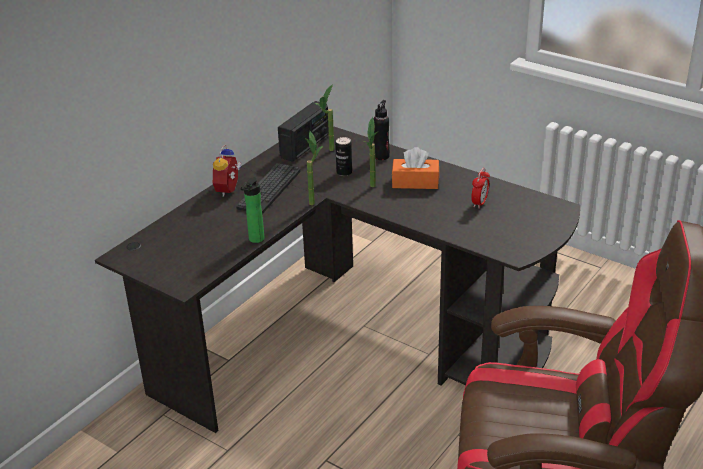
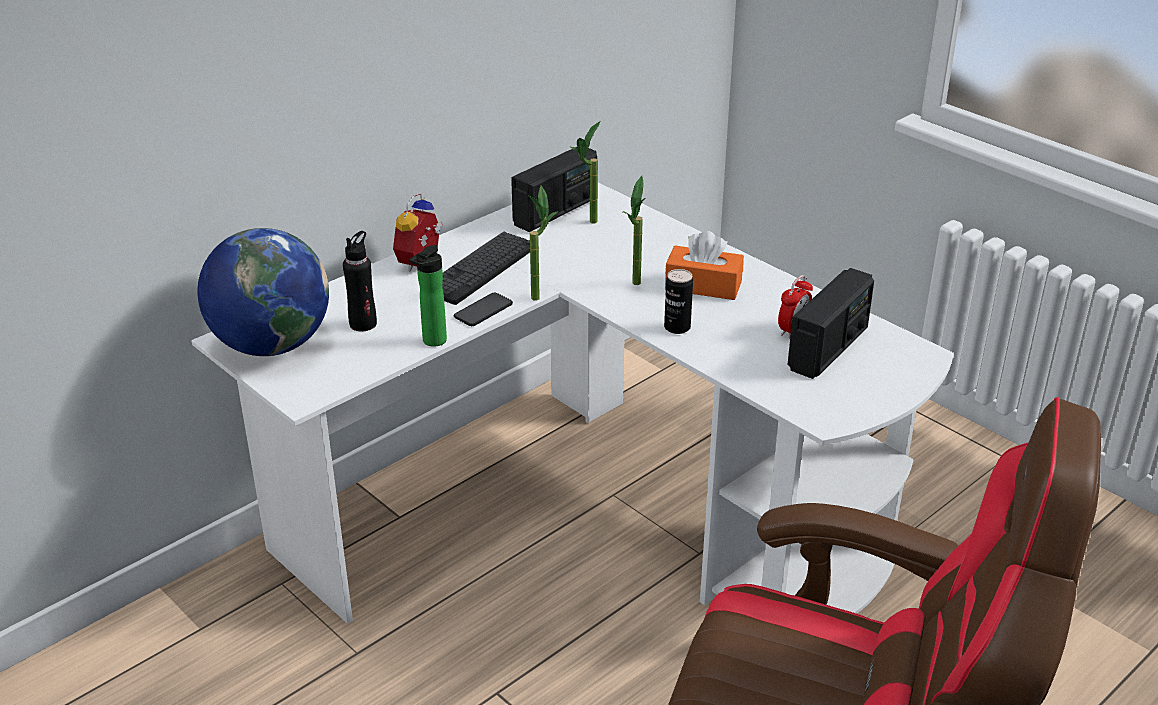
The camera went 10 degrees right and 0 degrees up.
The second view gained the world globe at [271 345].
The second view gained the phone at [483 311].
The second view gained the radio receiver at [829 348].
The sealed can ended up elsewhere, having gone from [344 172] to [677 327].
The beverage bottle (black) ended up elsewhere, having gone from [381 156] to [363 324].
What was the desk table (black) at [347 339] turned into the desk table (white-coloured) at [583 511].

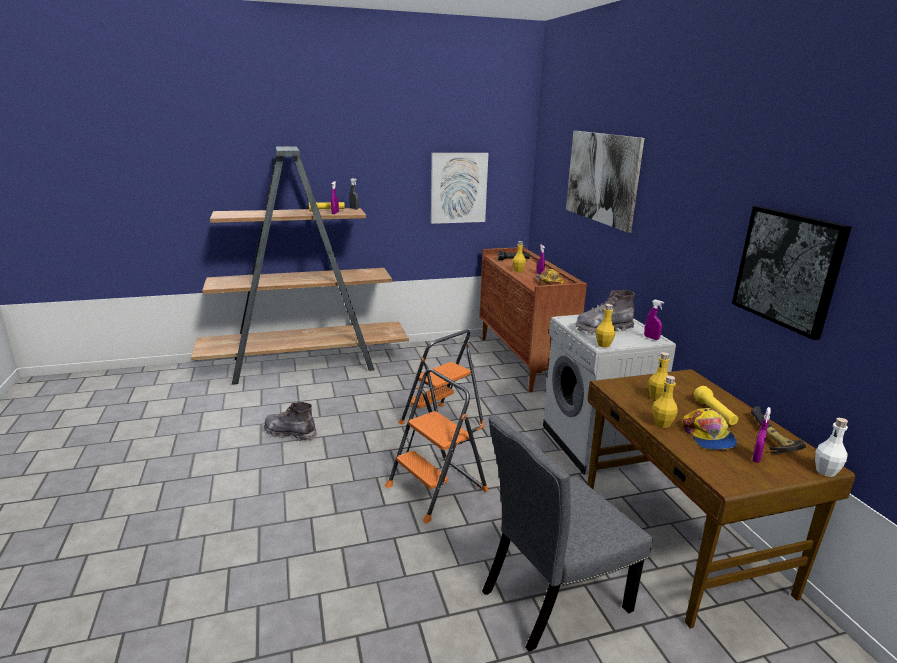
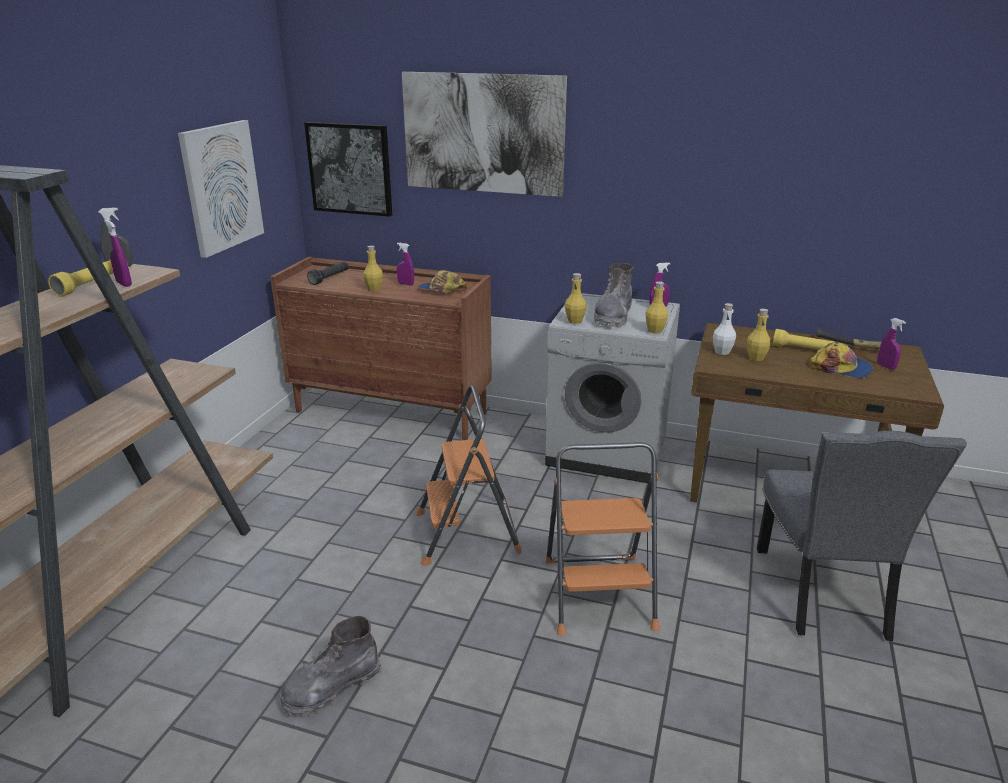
The camera went 55 degrees left and 5 degrees up.
The beverage bottle (yellowish) ended up elsewhere, having gone from [662 424] to [574 321].
The picture ended up elsewhere, having gone from [788 269] to [350 168].
The beverage bottle (white-coloured) ended up elsewhere, having gone from [825 471] to [722 352].

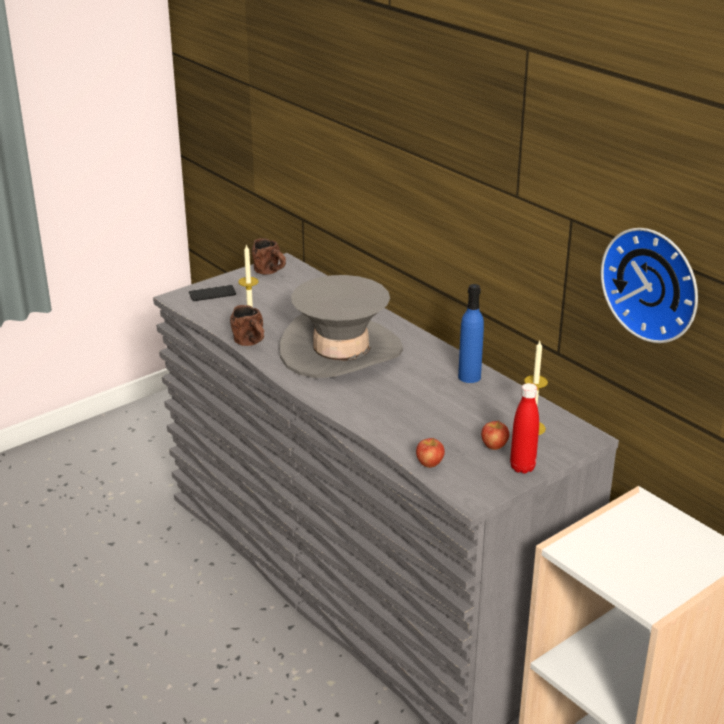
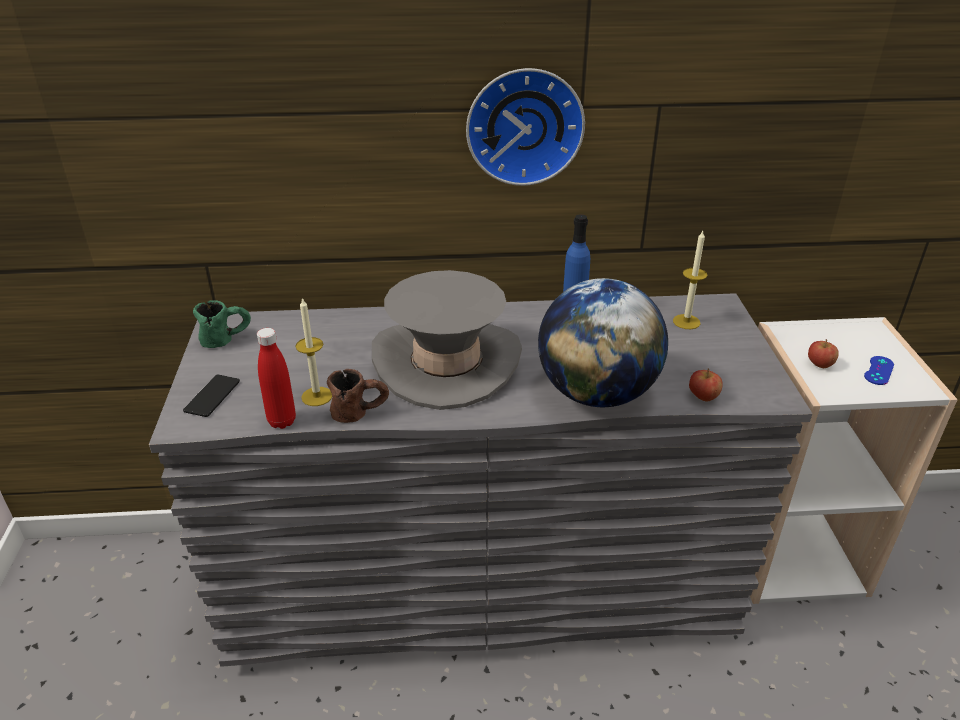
The camera went 55 degrees left and 5 degrees up.
The second view gained the world globe at [597 394].
The second view gained the gamepad (blue-coloured) at [879 370].
The whole apple ended up elsewhere, having gone from [494 446] to [819 365].
The beverage bottle (red) ended up elsewhere, having gone from [522 467] to [282 421].
The wall clock ended up elsewhere, having gone from [654 283] to [524 125].
What was the mug (brown-coloured) at [271 272] turned into the mug (greenish) at [227 339].

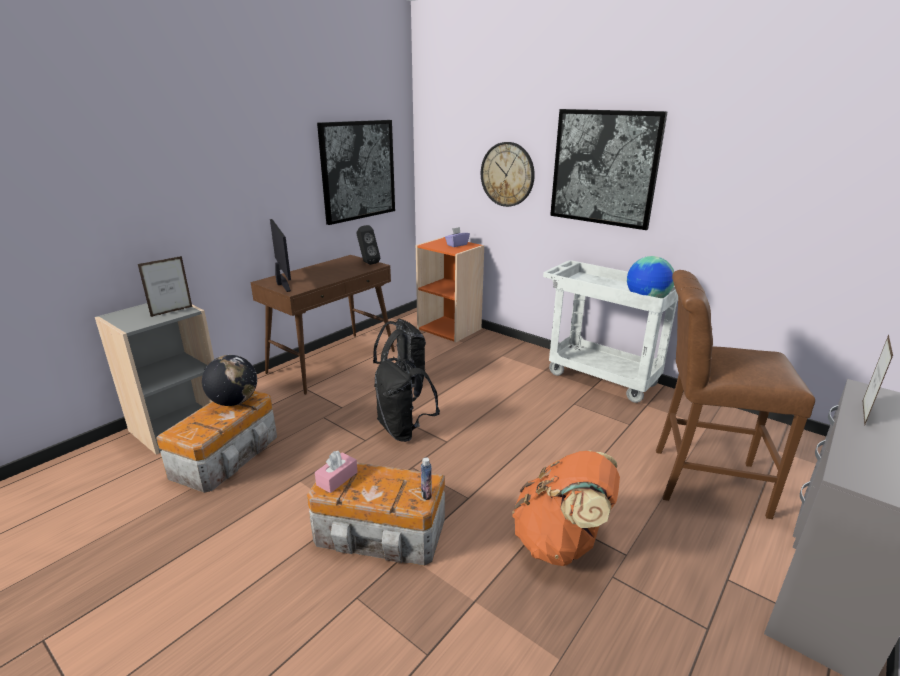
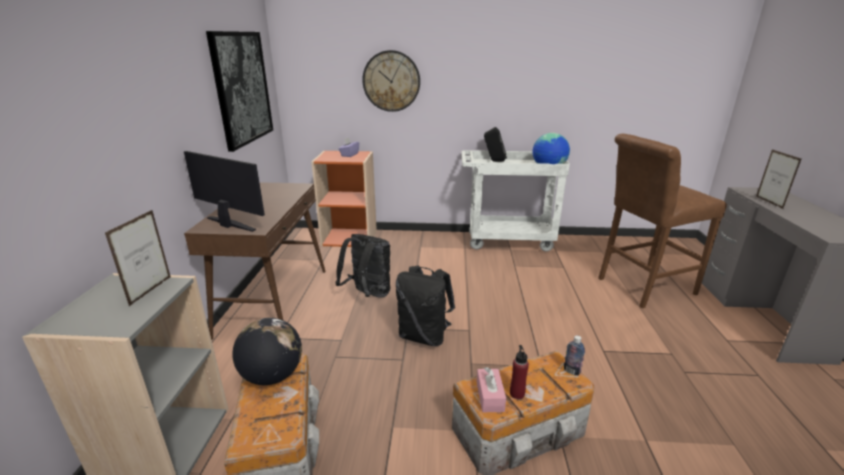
The camera went 35 degrees left and 0 degrees up.
The second view lost the knapsack (orange) at [561 542].
The second view lost the picture at [604 168].
The second view gained the beverage bottle (red) at [517 393].
The audio speaker (black) ended up elsewhere, having gone from [367 263] to [494 161].

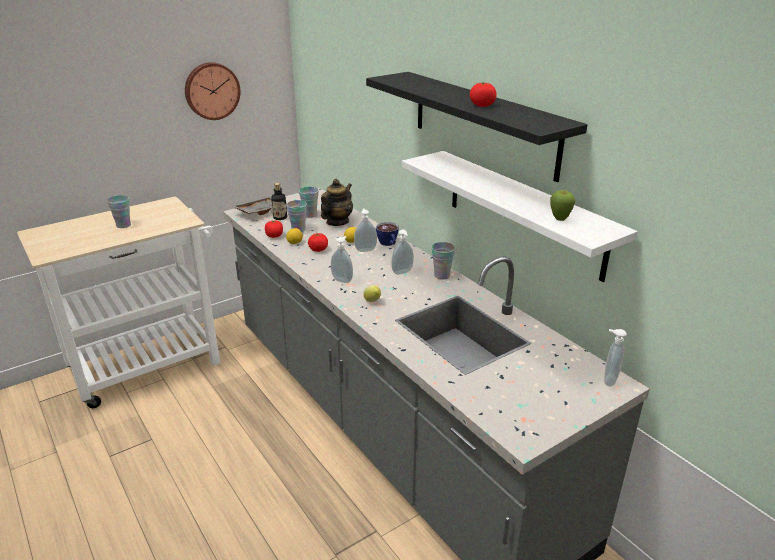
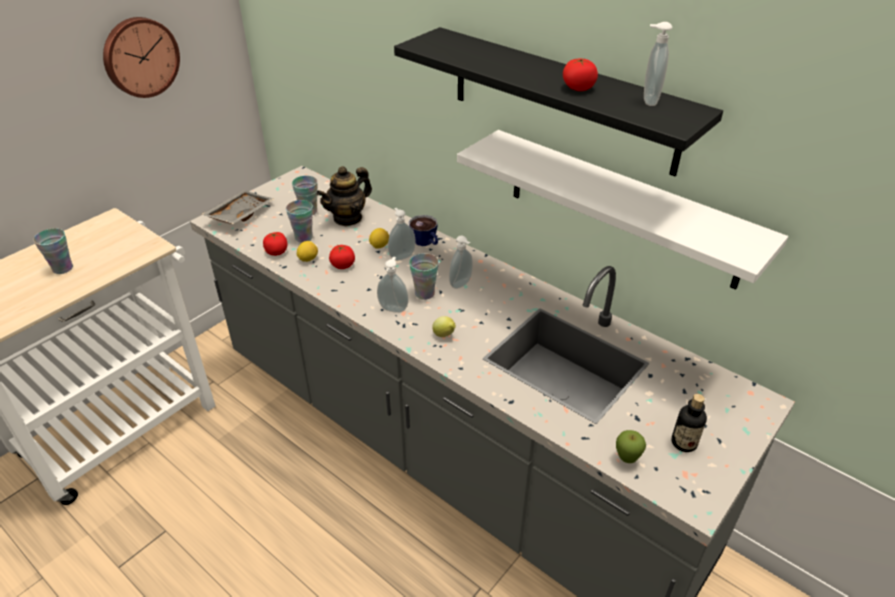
The camera went 15 degrees left and 10 degrees up.
The beverage bottle ended up elsewhere, having gone from [280 217] to [684 443].
The drinking cup ended up elsewhere, having gone from [442 275] to [424 293].
The whole apple ended up elsewhere, having gone from [559 220] to [626 459].
The liquid soap bottle ended up elsewhere, having gone from [608 380] to [648 100].
The teapot at [337 222] ended up facing another way, 150 degrees counterclockwise from before.

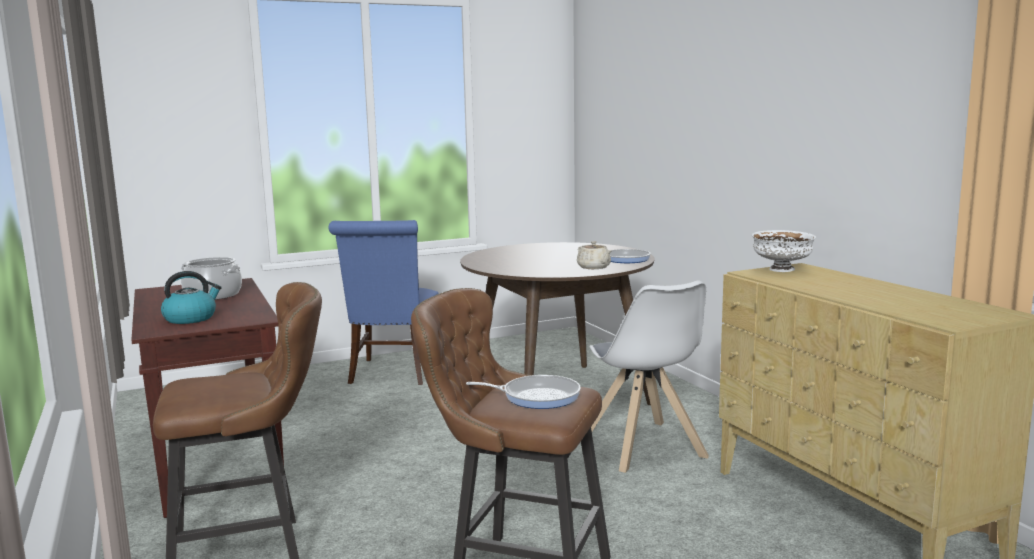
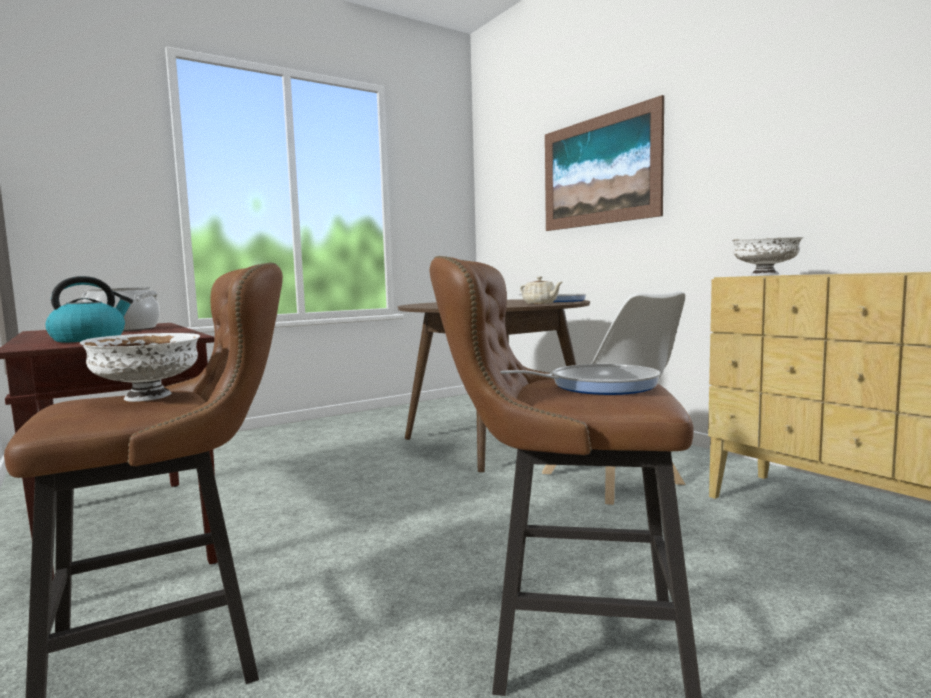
The camera went 10 degrees left and 5 degrees down.
The second view lost the chair (blue-coloured) at [393 374].
The second view gained the deep dish (white-coloured) at [149 397].
The second view gained the picture at [599 171].

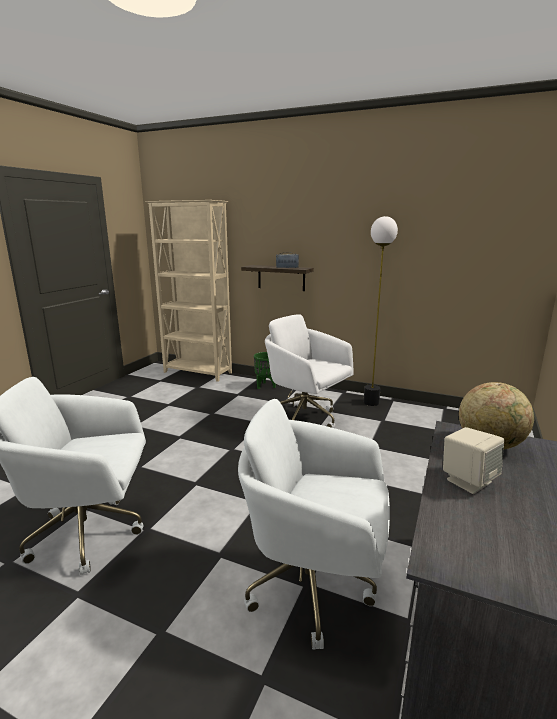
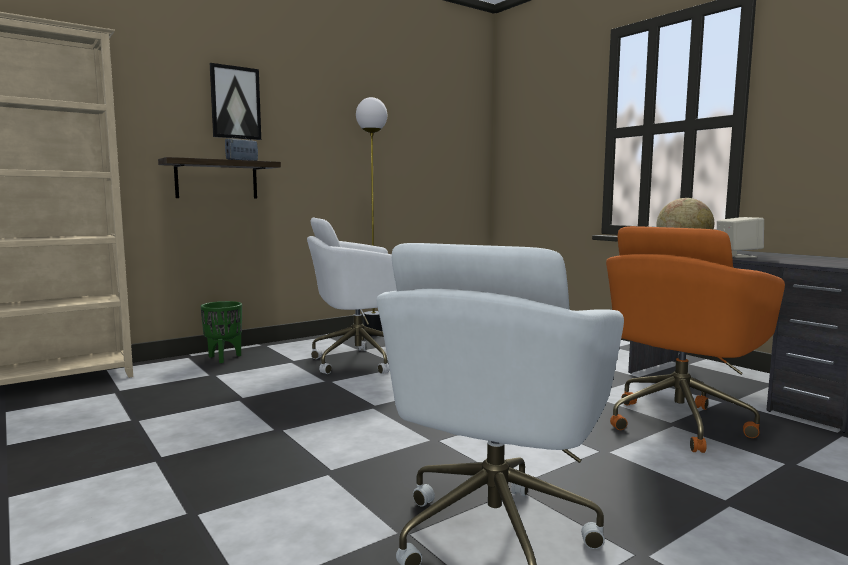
The camera went 60 degrees left and 10 degrees down.
The second view gained the picture at [235 103].
What was the computer chair (white-coloured) at [315 590] turned into the computer chair (orange) at [680 422].

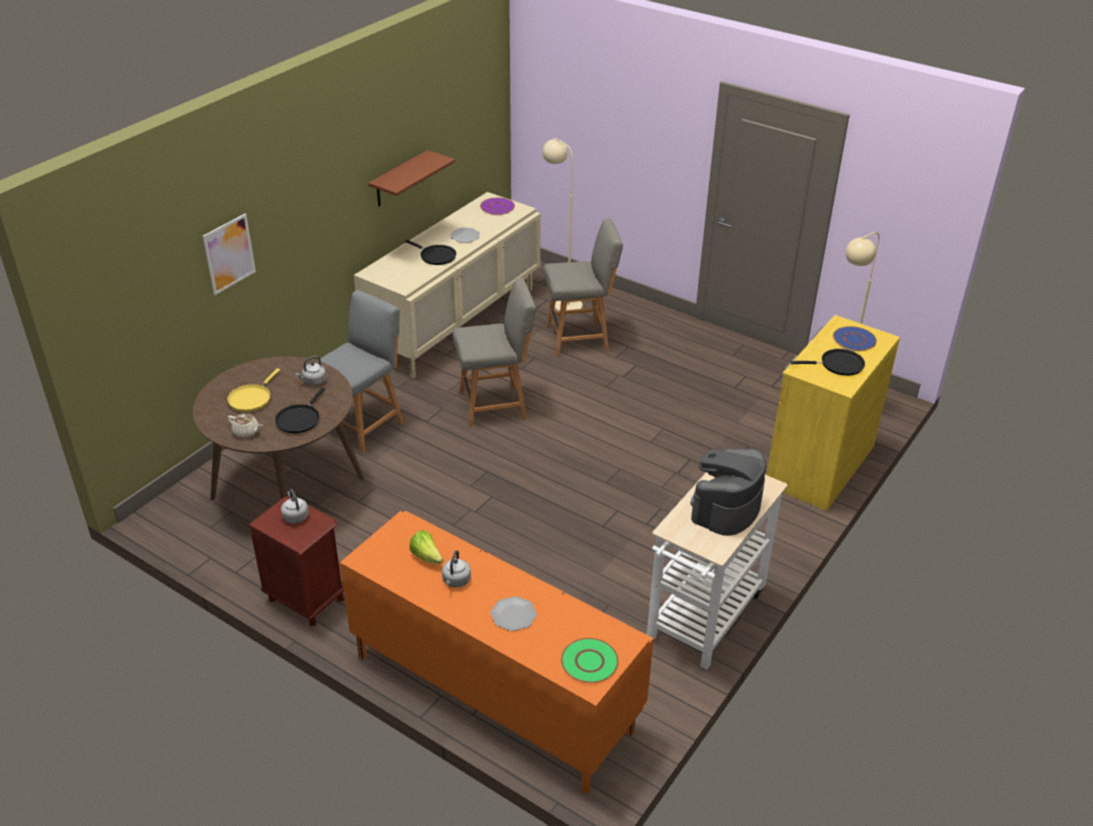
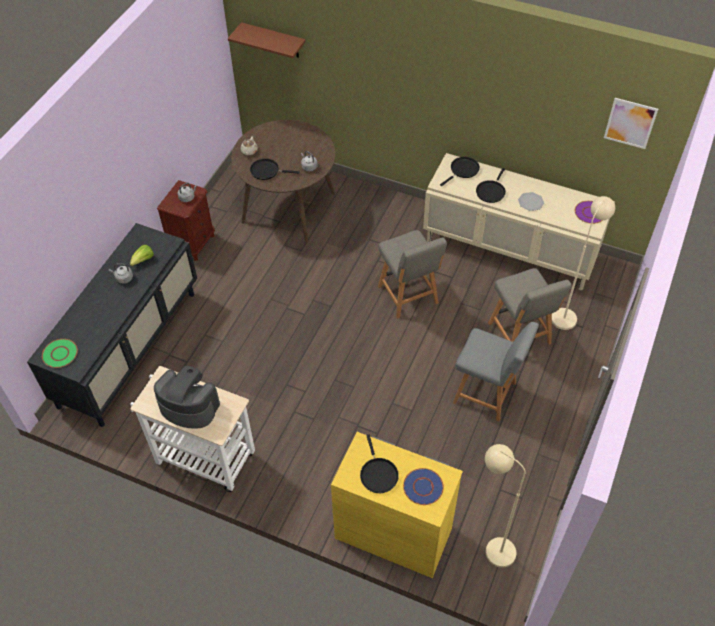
The camera went 80 degrees right and 15 degrees up.
The second view lost the skillet (yellowish) at [251 398].
The second view lost the dinner plate at [513 615].
The second view gained the skillet (black) at [463 170].
The picture ended up elsewhere, having gone from [229 254] to [630 123].
The chair (greyish) ended up elsewhere, having gone from [364 425] to [487 394].
The wall shelf (brown-coloured) ended up elsewhere, having gone from [399 179] to [274 40].
What was the cabinet (orange) at [494 689] turned into the cabinet (black) at [130 349].

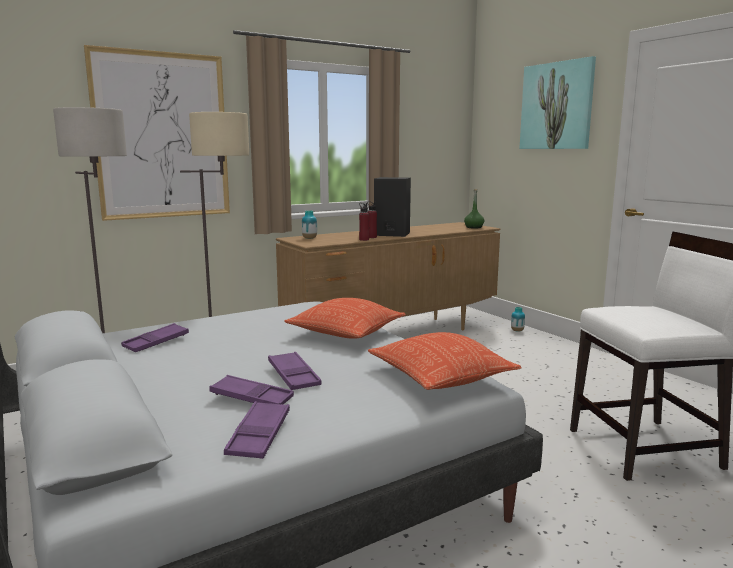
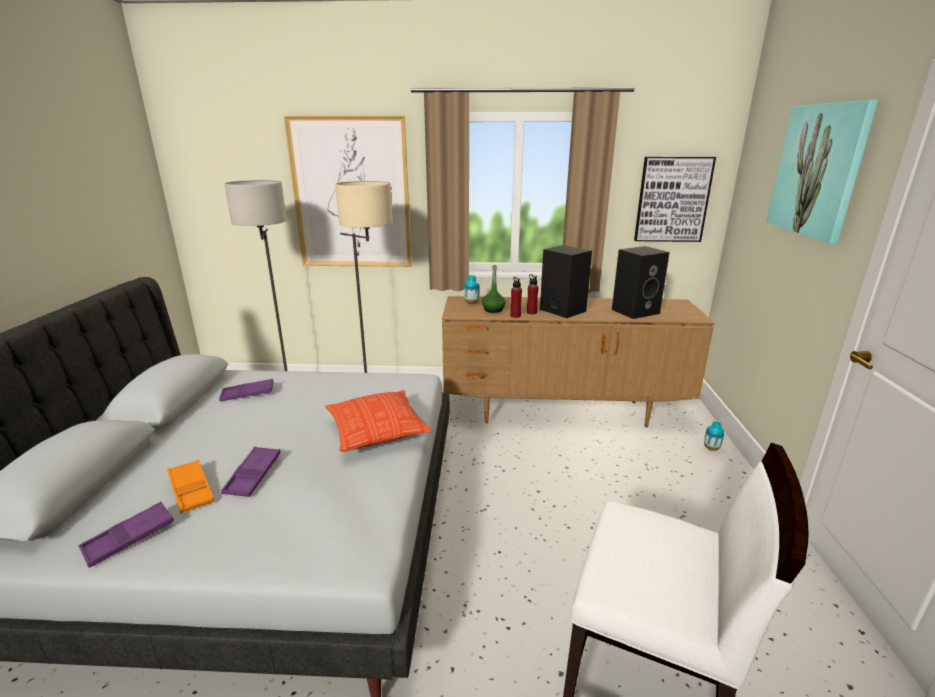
The camera went 35 degrees right and 10 degrees up.
The second view lost the cushion (orange) at [440 378].
The second view gained the audio speaker (black) at [635 311].
The second view gained the picture at [672 199].
The beverage bottle (greenish) ended up elsewhere, having gone from [474 227] to [493 310].
What was the tray (purplish) at [252 398] turned into the tray (orange) at [191 490].

